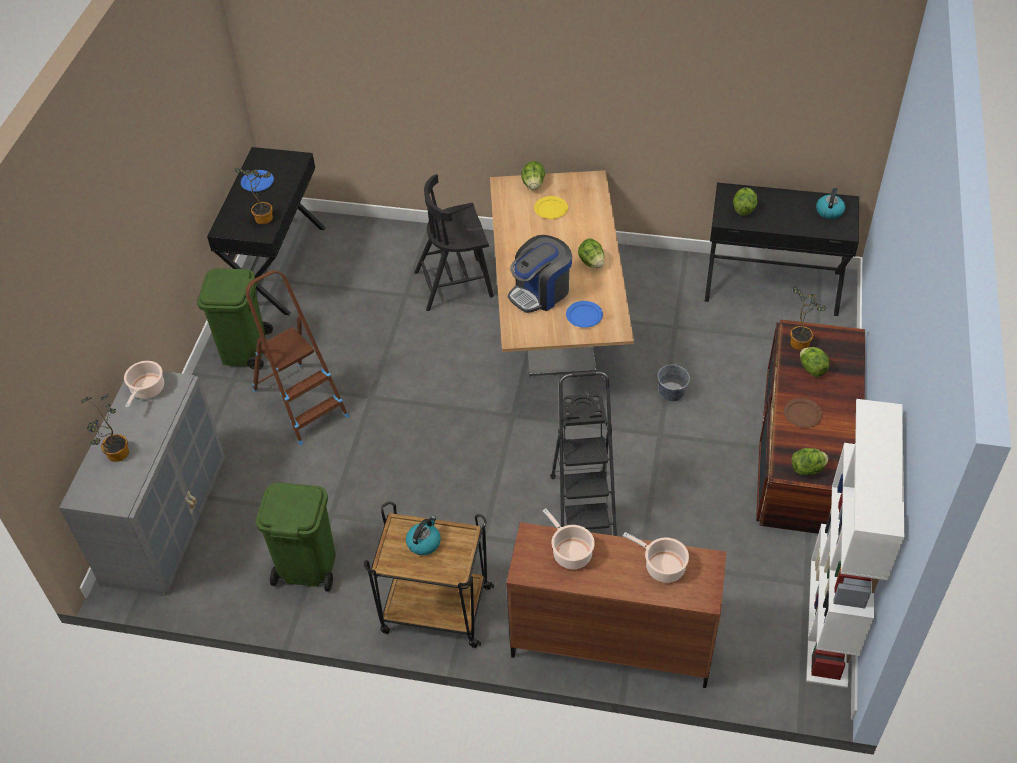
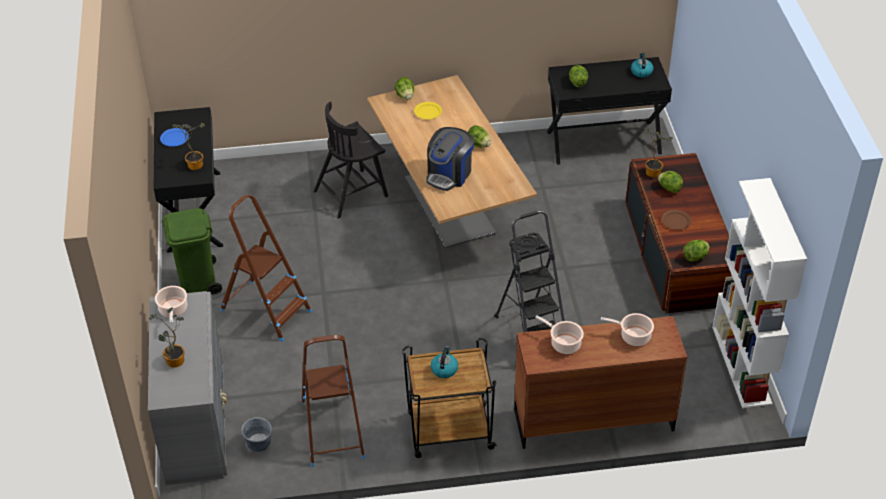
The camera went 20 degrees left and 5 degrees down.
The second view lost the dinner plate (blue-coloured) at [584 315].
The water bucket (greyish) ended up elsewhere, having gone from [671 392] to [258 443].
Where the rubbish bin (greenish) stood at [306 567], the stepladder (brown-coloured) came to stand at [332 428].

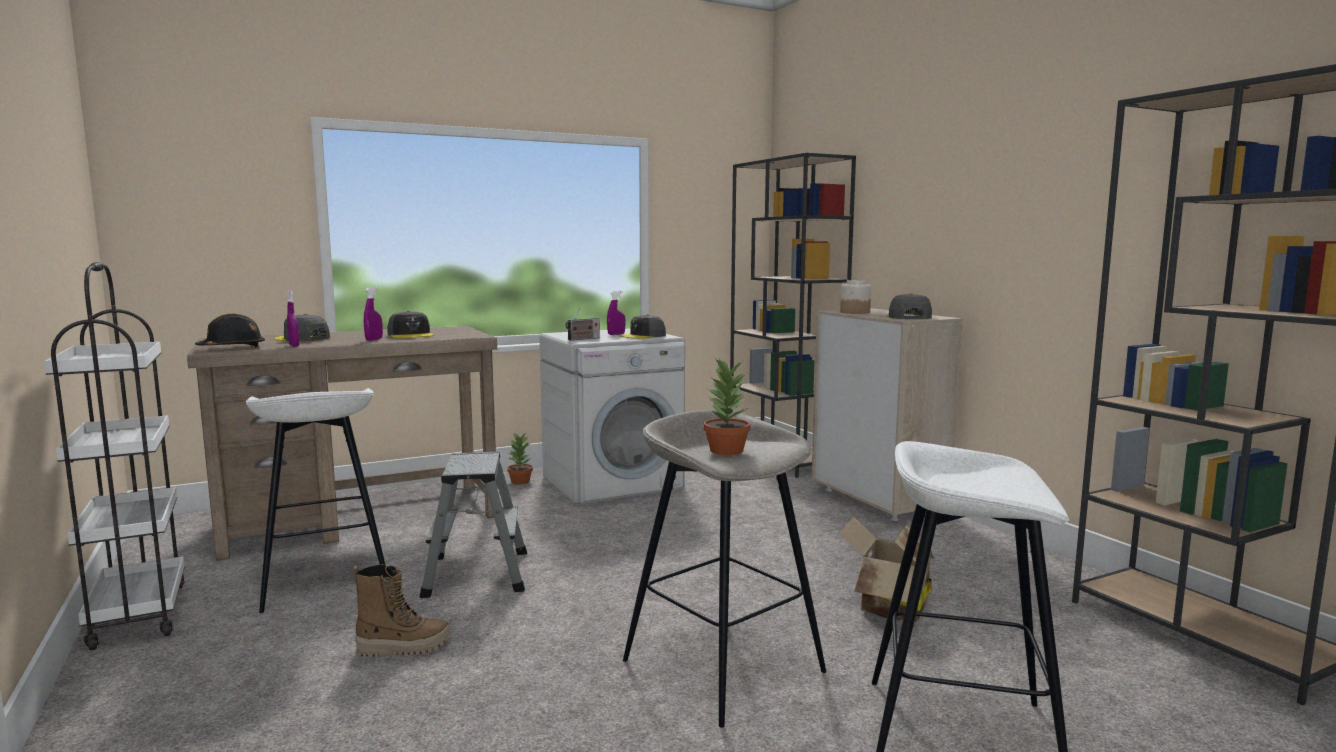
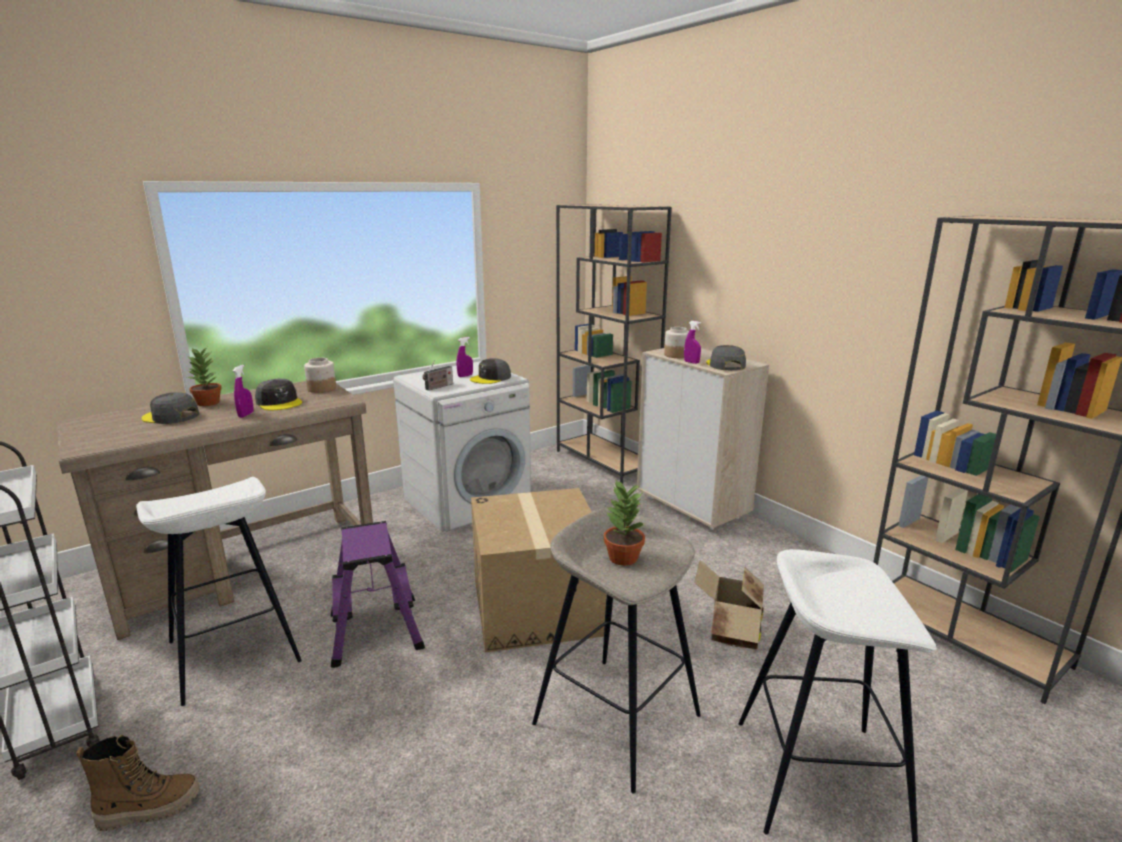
The camera went 10 degrees left and 10 degrees up.
The second view lost the safety helmet (black) at [232 348].
The second view gained the jar at [321 389].
The second view gained the packing box at [536 608].
The hand sprayer (purplish) ended up elsewhere, having gone from [294 345] to [691 362].
The tall boot ended up elsewhere, having gone from [403 647] to [149 809].
The plant in a pot ended up elsewhere, having gone from [520 482] to [208 403].
What was the stepladder (greyish) at [477 573] turned into the stepladder (purplish) at [376 630].

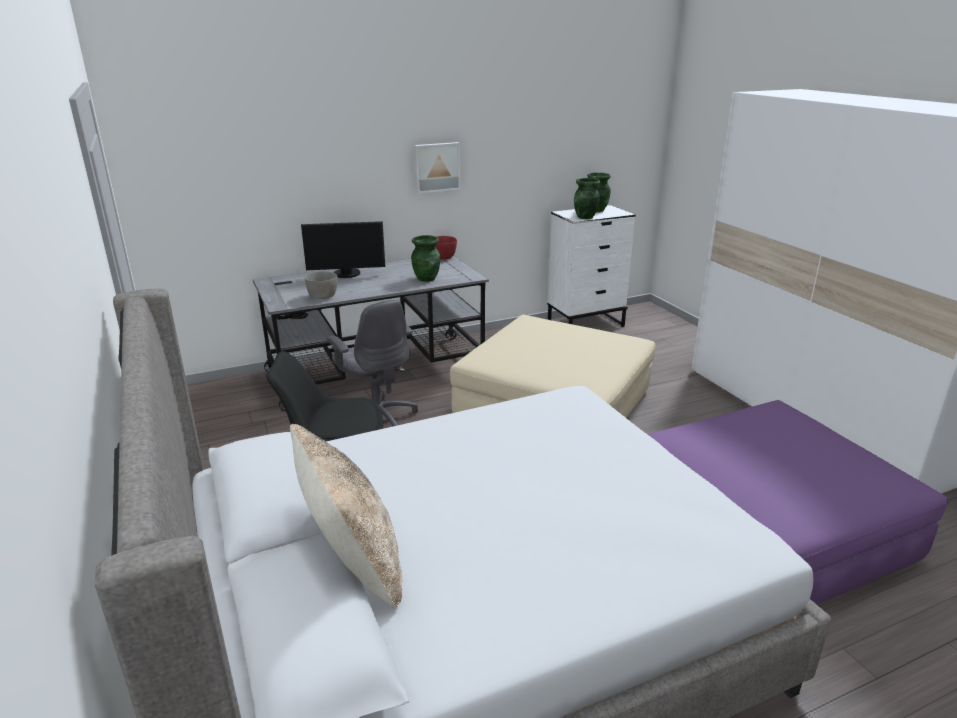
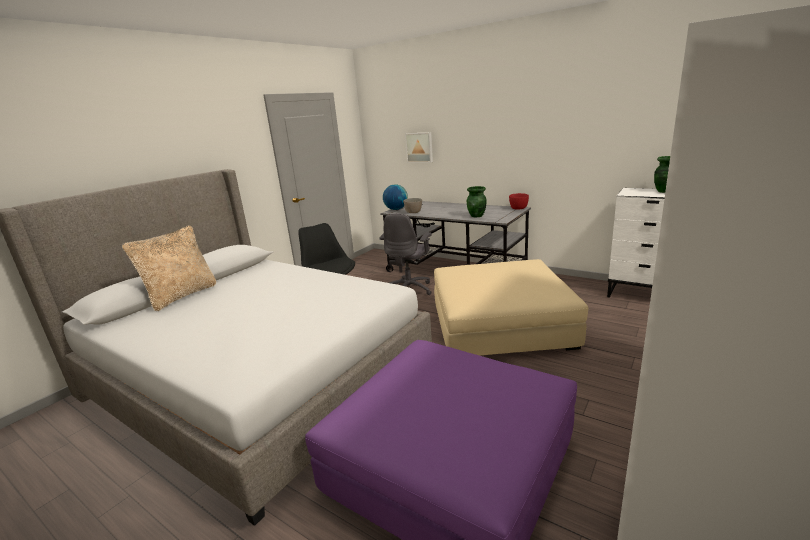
The camera went 60 degrees right and 5 degrees down.
The second view lost the computer screen at [347 274].
The second view lost the decorative vase (greenish) at [585 217].
The second view gained the world globe at [396 209].
The picture ended up elsewhere, having gone from [436 167] to [419 147].

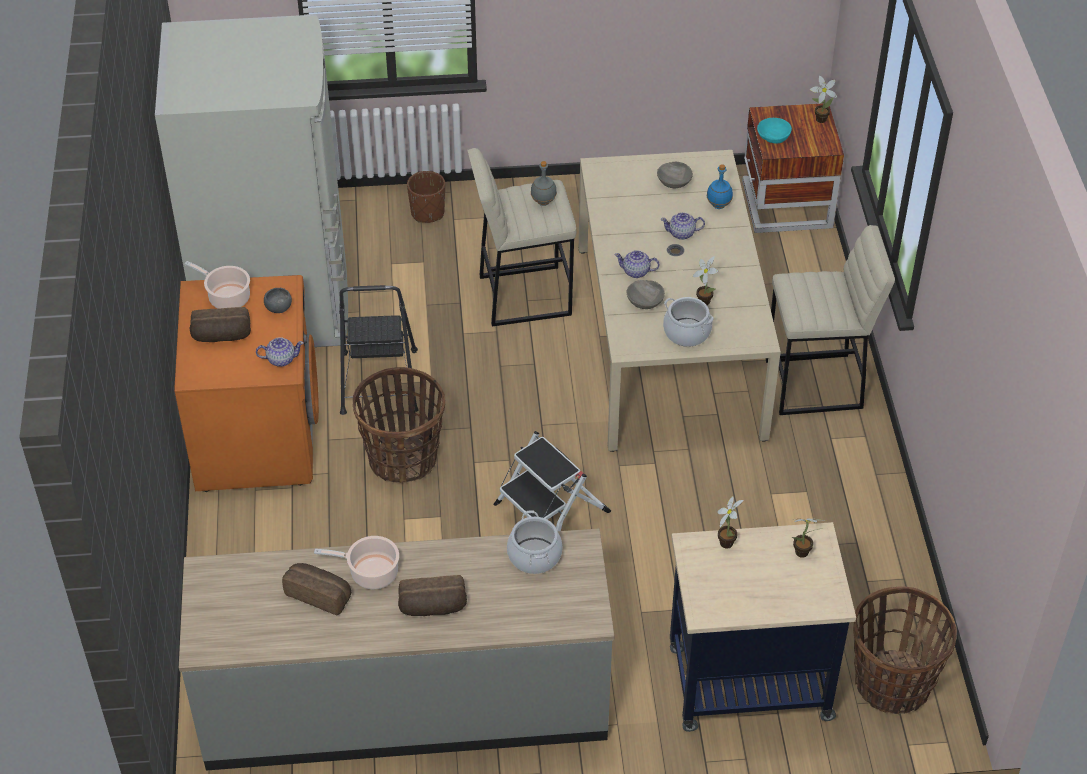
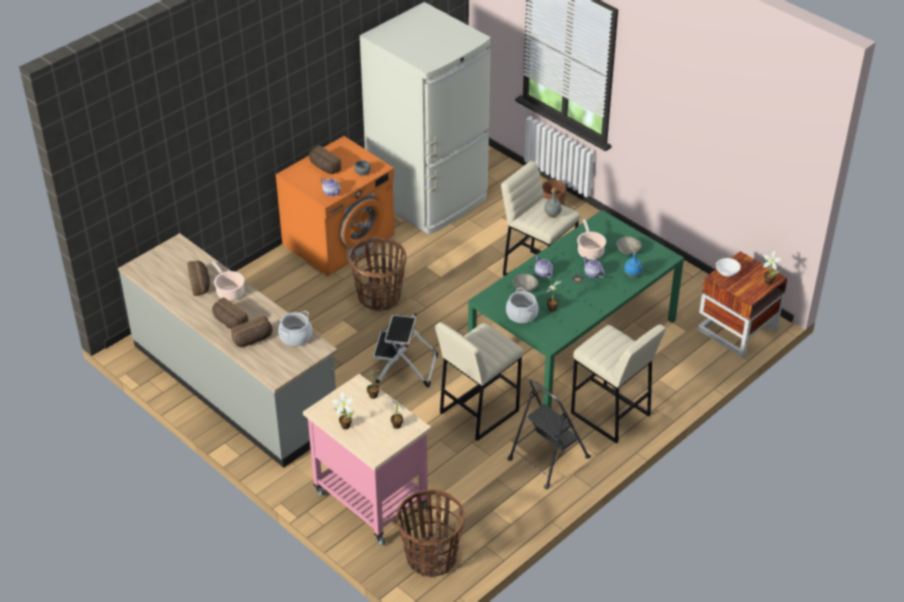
The camera went 50 degrees right and 5 degrees down.
The second view gained the bread at [253 340].
The second view gained the plant in a pot at [344 425].
The second view gained the stool seat (beige-coloured) at [477 413].
The saucepot ended up elsewhere, having gone from [227 297] to [590 251].
The stepladder (black) ended up elsewhere, having gone from [378 383] to [547 458].
What was the dinner table (beige-coloured) at [669 340] turned into the dinner table (greenish) at [573 342].
What was the wheeled cart (blue-coloured) at [748 685] turned into the wheeled cart (pinkish) at [370 501].
What was the deep dish (blue-green) at [773 138] turned into the deep dish (white-coloured) at [727 272].

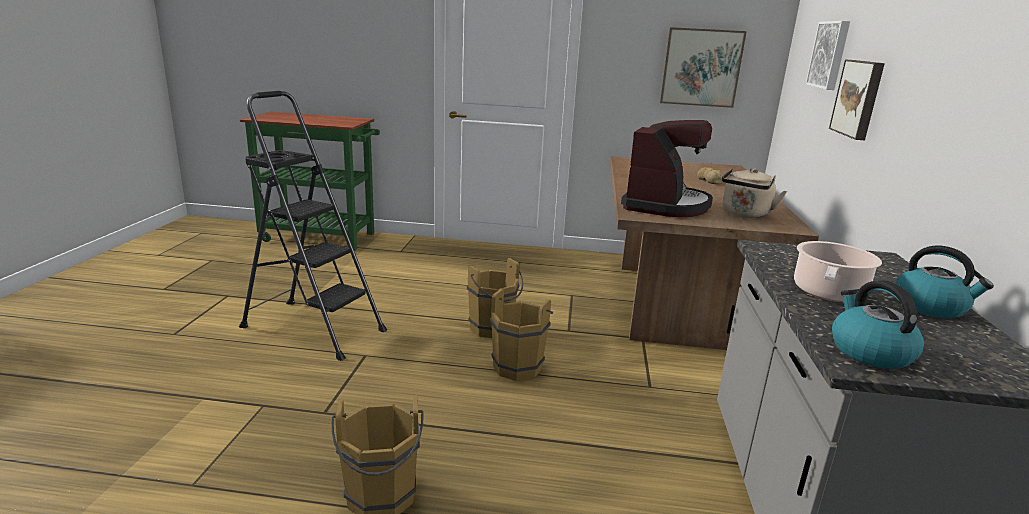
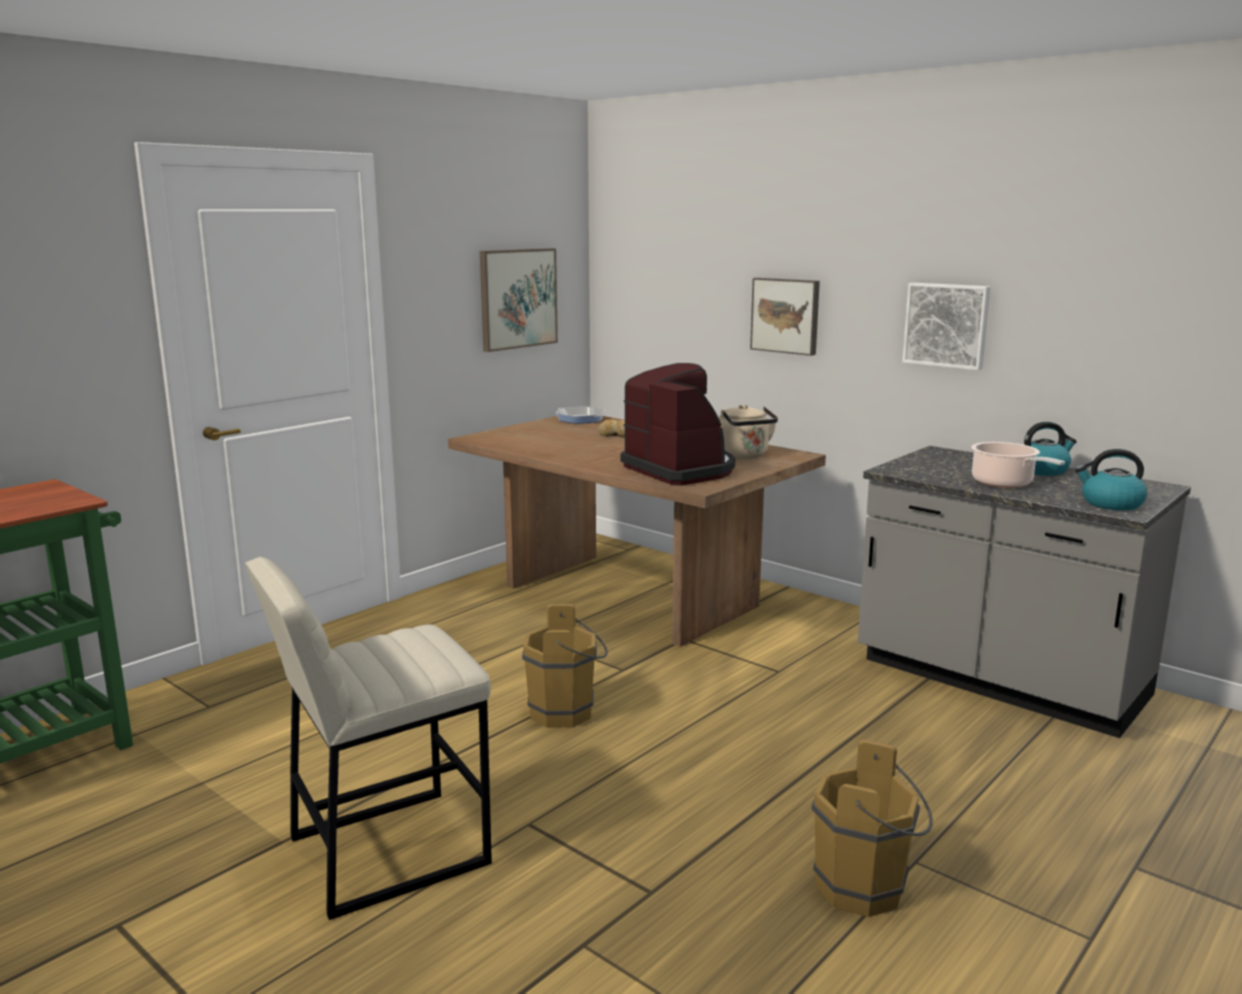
The camera went 55 degrees left and 5 degrees down.
The second view lost the water bucket (brown-coloured) at [519 365].
The second view gained the skillet at [581 419].
The picture ended up elsewhere, having gone from [830 55] to [947 325].
Where the stepladder stood at [312 327], the chair (beige-coloured) came to stand at [383 852].

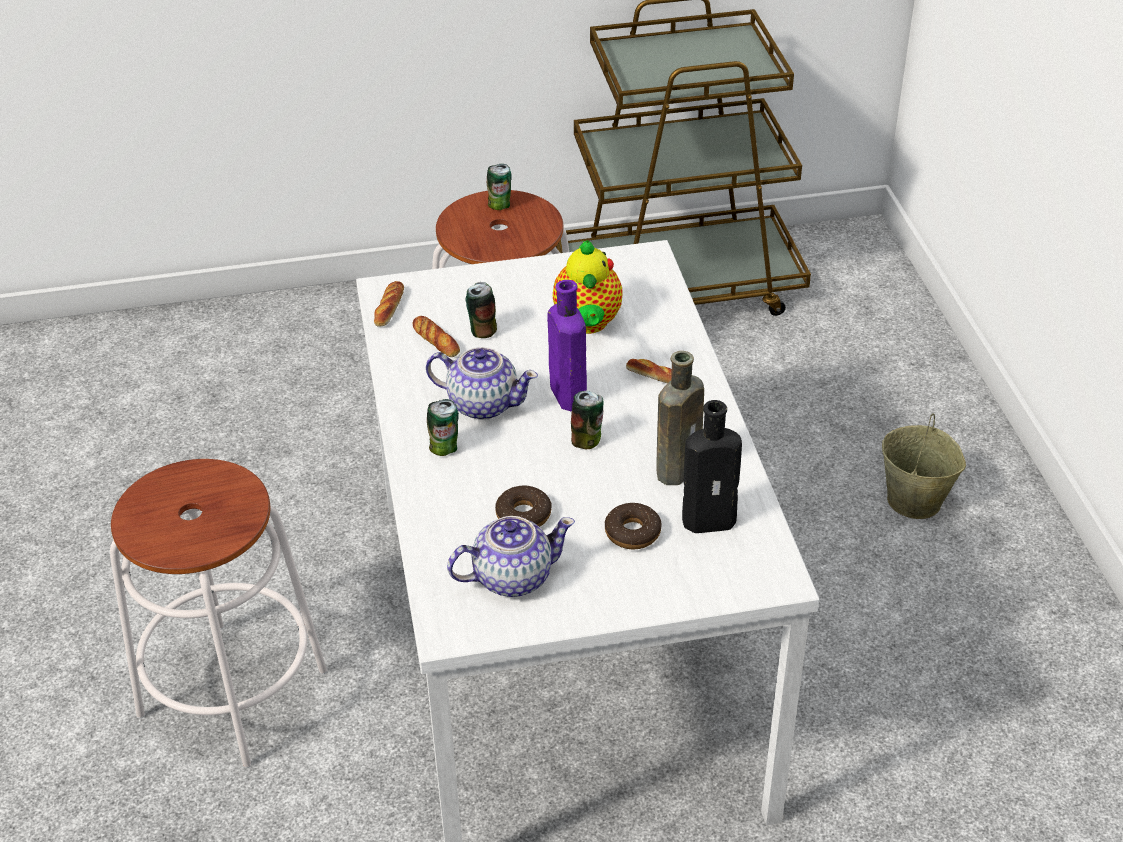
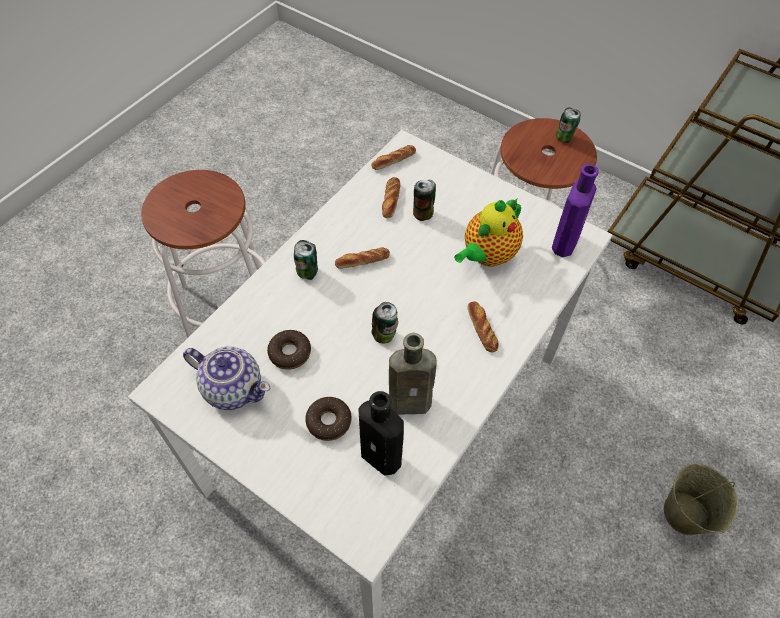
The camera went 45 degrees right and 15 degrees up.
The beverage bottle (purplish) ended up elsewhere, having gone from [566 393] to [565 241].
Where the teapot stood at [482 403], the bread came to stand at [362 261].

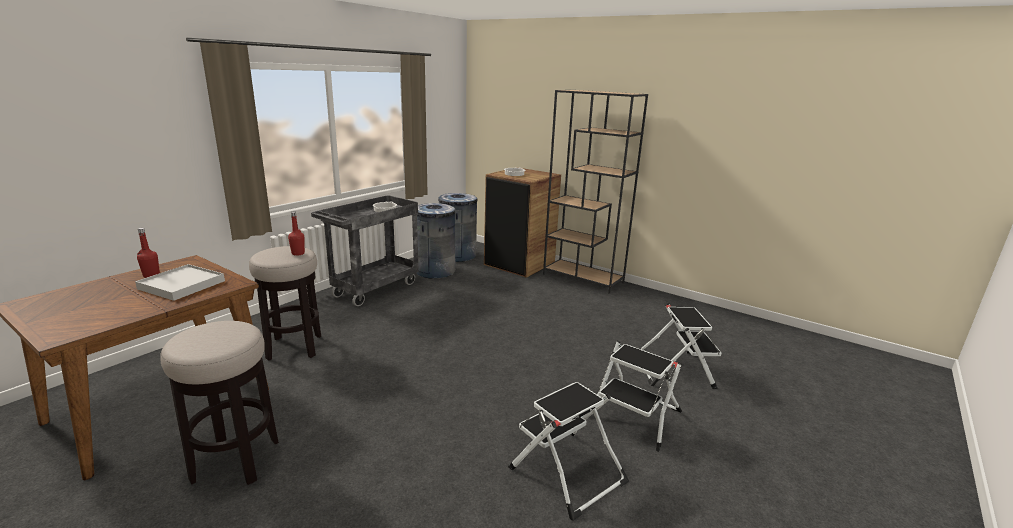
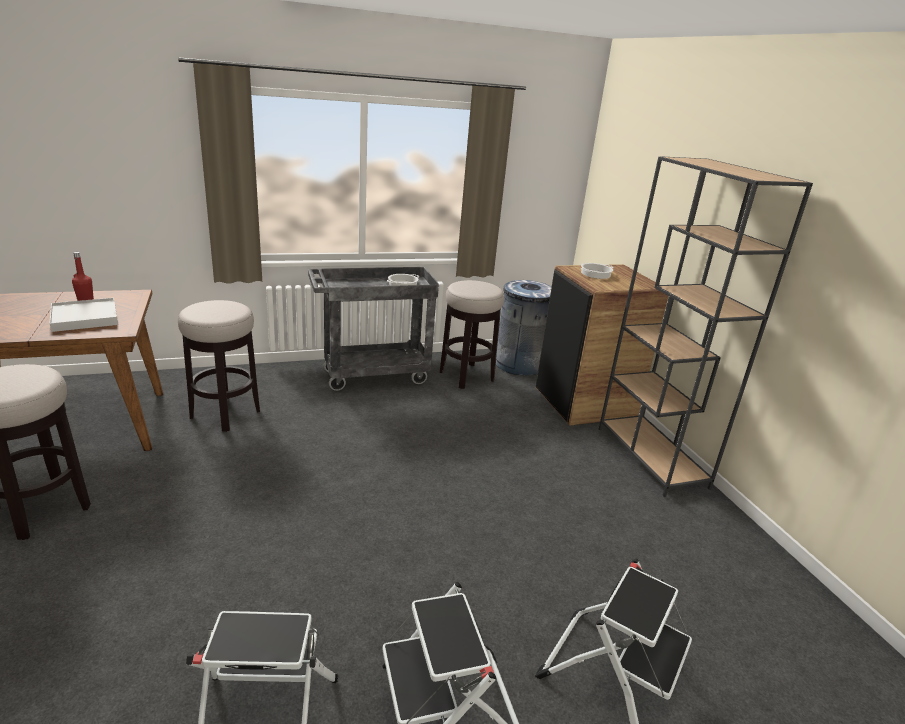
The camera went 35 degrees right and 5 degrees up.
The second view lost the beverage bottle (red) at [298 253].
Where the rubbish bin (greyish) stood at [435 271], the stool seat came to stand at [467 376].

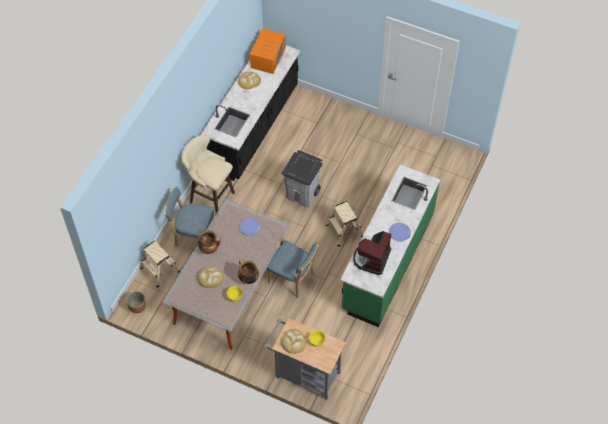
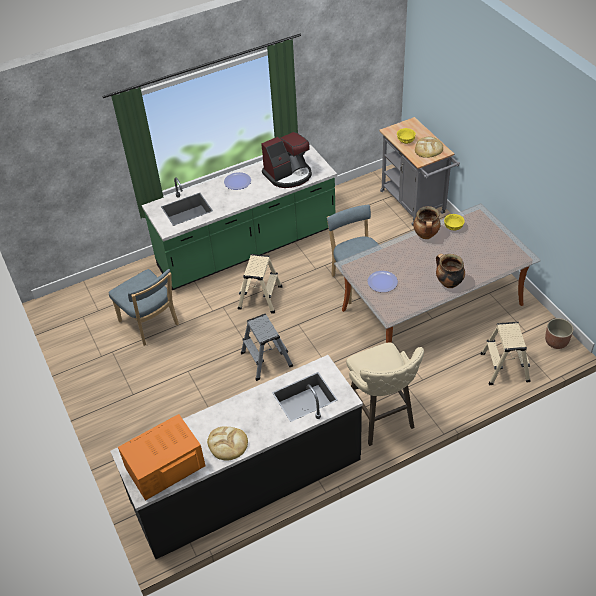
The camera went 140 degrees left and 10 degrees down.
The second view lost the bread at [210 278].
The chair (blue-coloured) ended up elsewhere, having gone from [193 236] to [150 324].
Where the rubbish bin (greyish) stood at [303 194], the stepladder (greyish) came to stand at [266 359].

